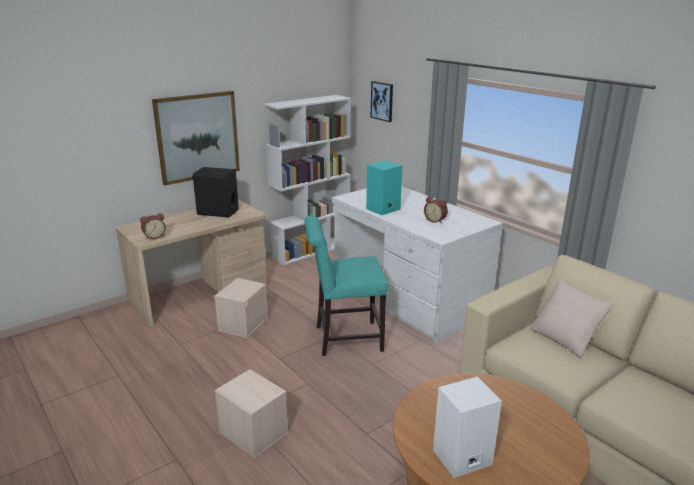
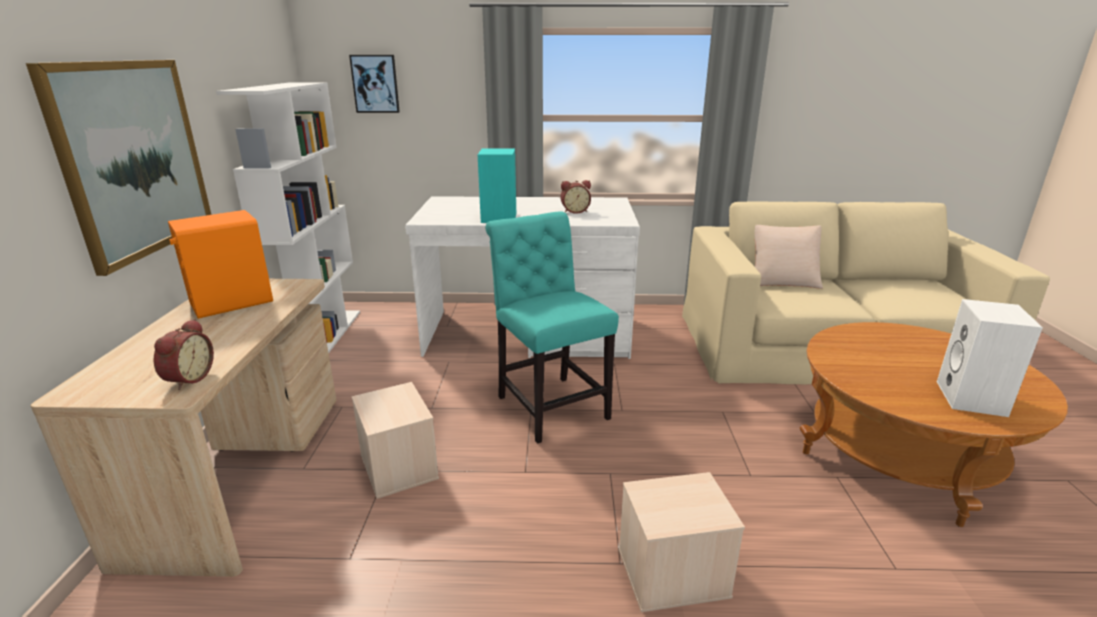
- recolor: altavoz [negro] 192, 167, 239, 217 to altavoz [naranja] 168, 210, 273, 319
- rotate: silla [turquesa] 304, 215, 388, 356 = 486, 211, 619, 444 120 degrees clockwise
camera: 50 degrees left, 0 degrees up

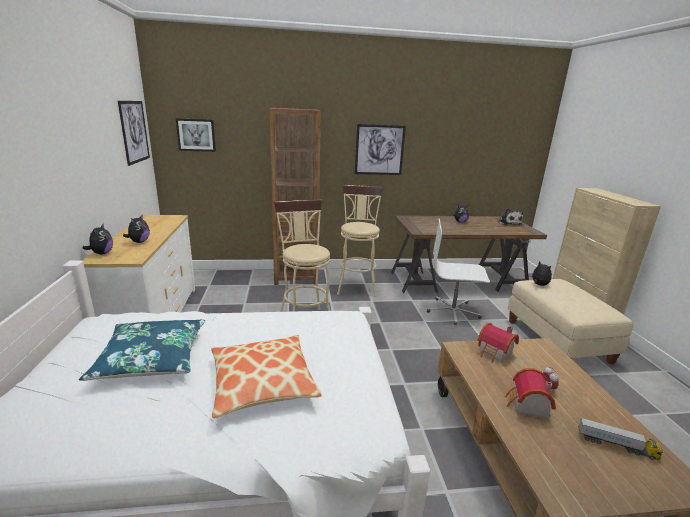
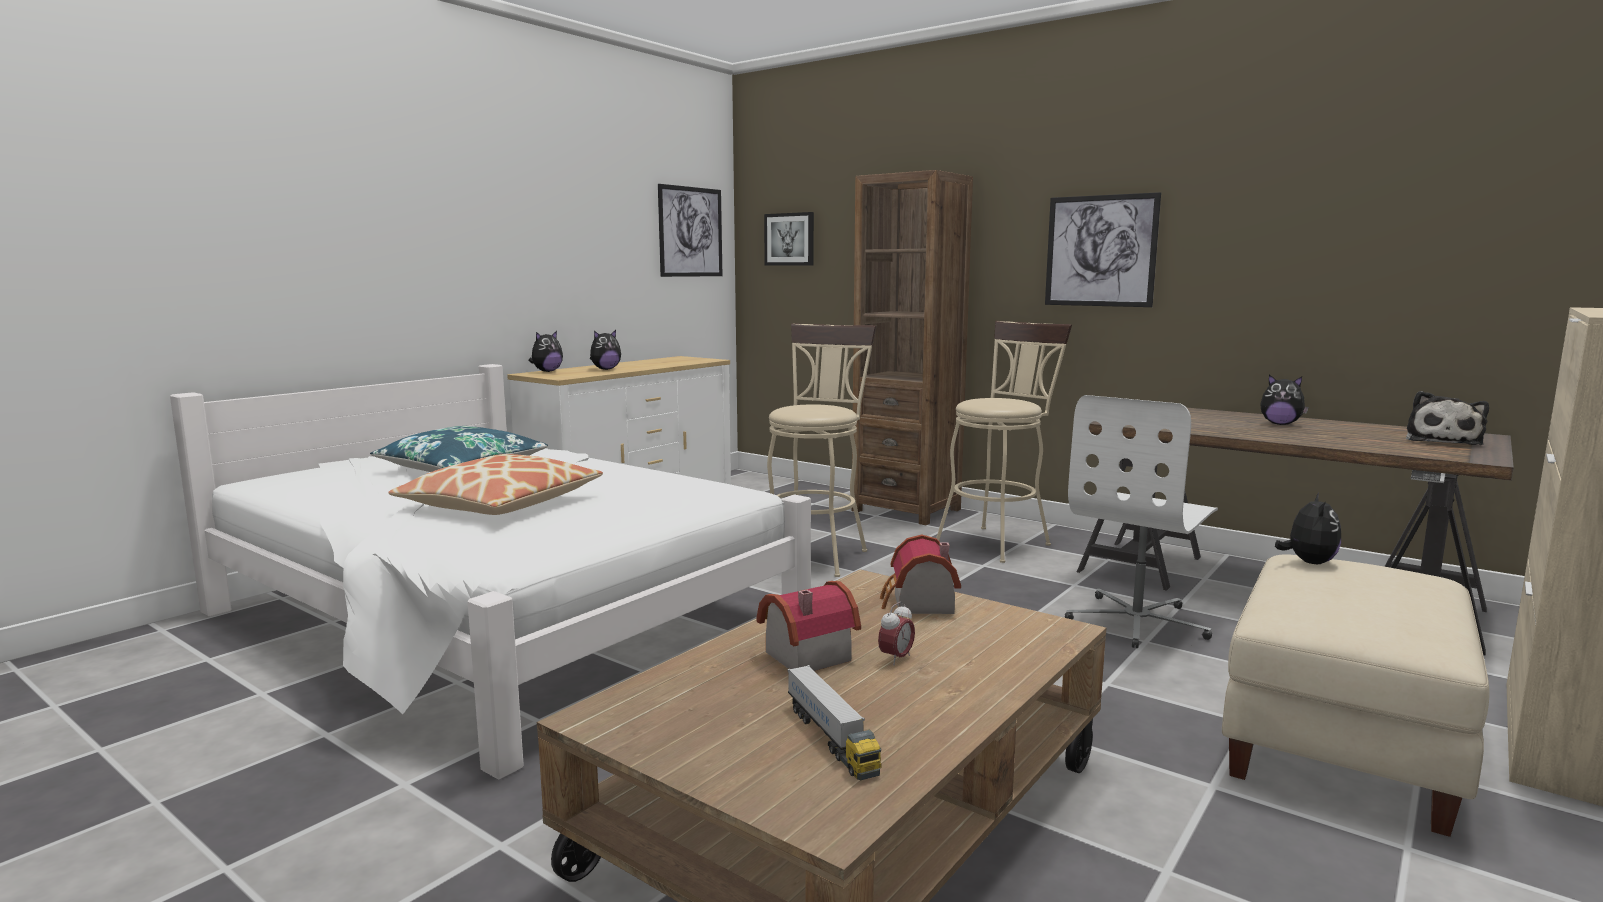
- rotate: silla de oficina [blanco] 427, 218, 490, 325 = 1065, 395, 1218, 648 105 degrees counterclockwise
camera: 45 degrees right, 10 degrees down

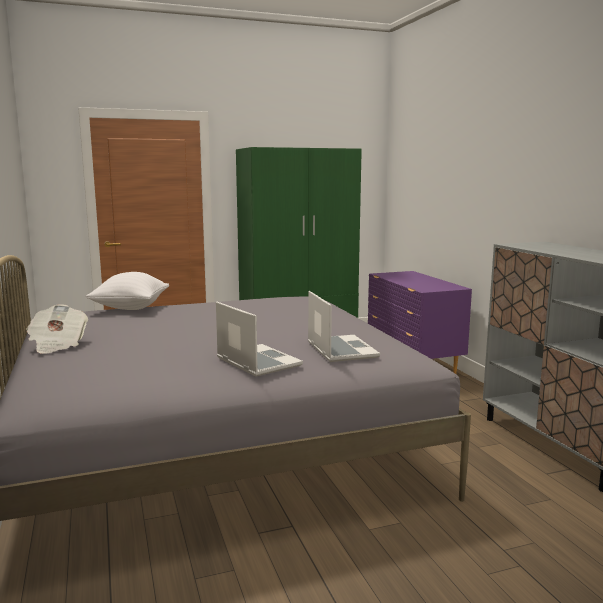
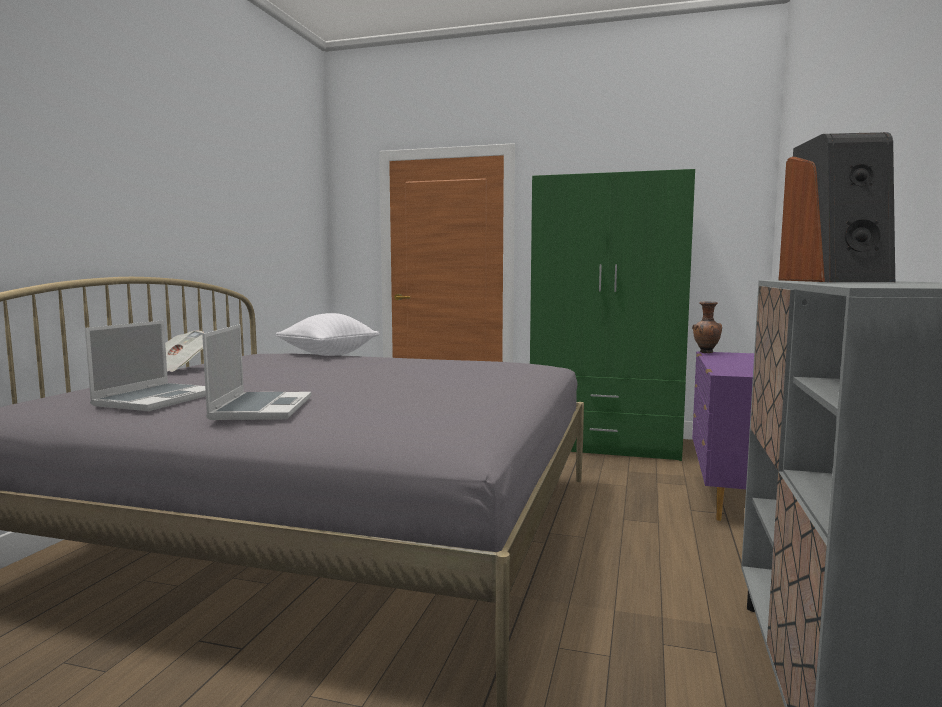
- move: portátil 308, 291, 380, 362 to 85, 320, 206, 411
- insert: florero [marrón] 692, 302, 722, 353
- insert: altavoz 778, 132, 895, 282
camera: 35 degrees right, 5 degrees down

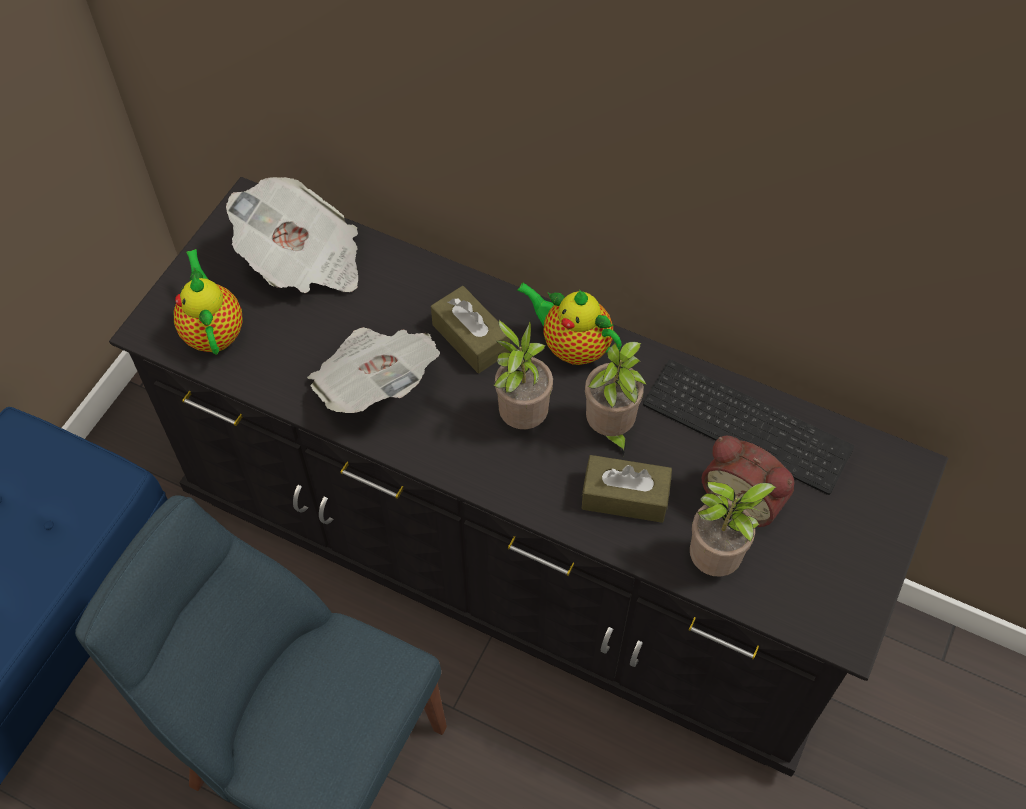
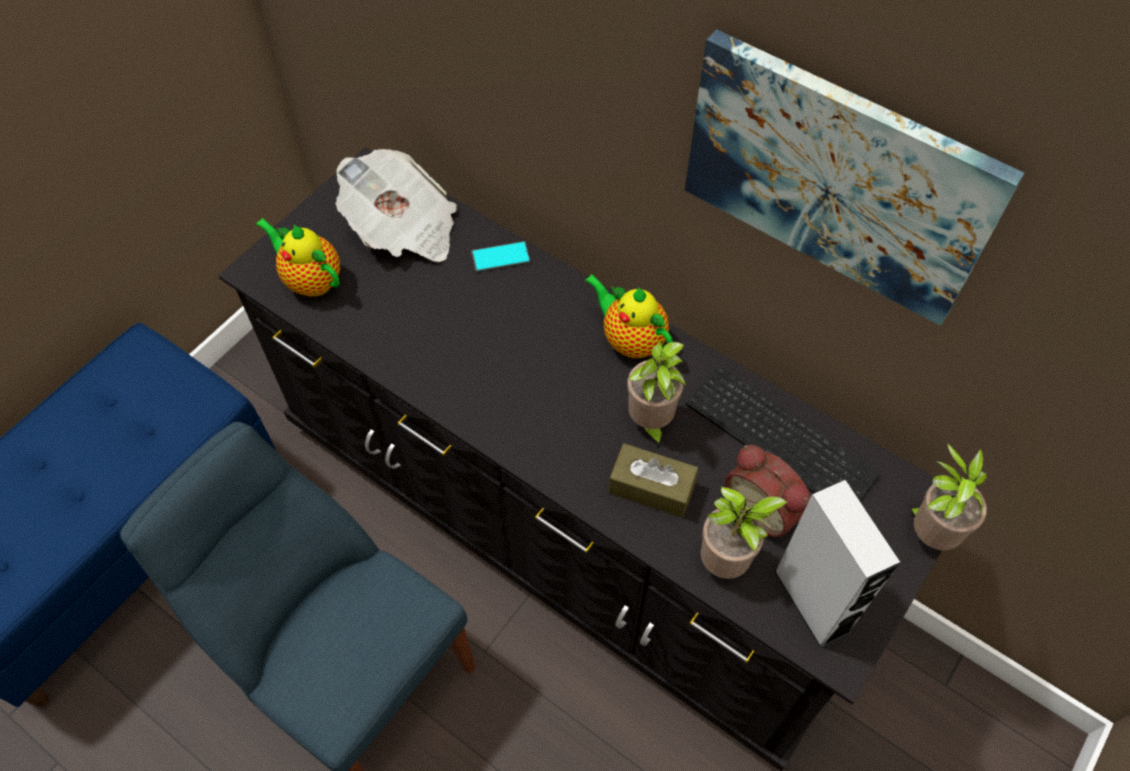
- rotate: tetera 174, 249, 243, 355 = 256, 218, 340, 297 45 degrees counterclockwise
- insert: móvil 471, 241, 530, 273
- insert: cuadro 685, 29, 1025, 326
- insert: altavoz [gris] 774, 480, 900, 648
- move: planta en maceta 494, 320, 553, 429 to 909, 443, 987, 550
- delete: periódico 307, 327, 440, 413
- delete: caja de pañuelos [marrón] 431, 286, 510, 373
camera: 10 degrees right, 0 degrees up

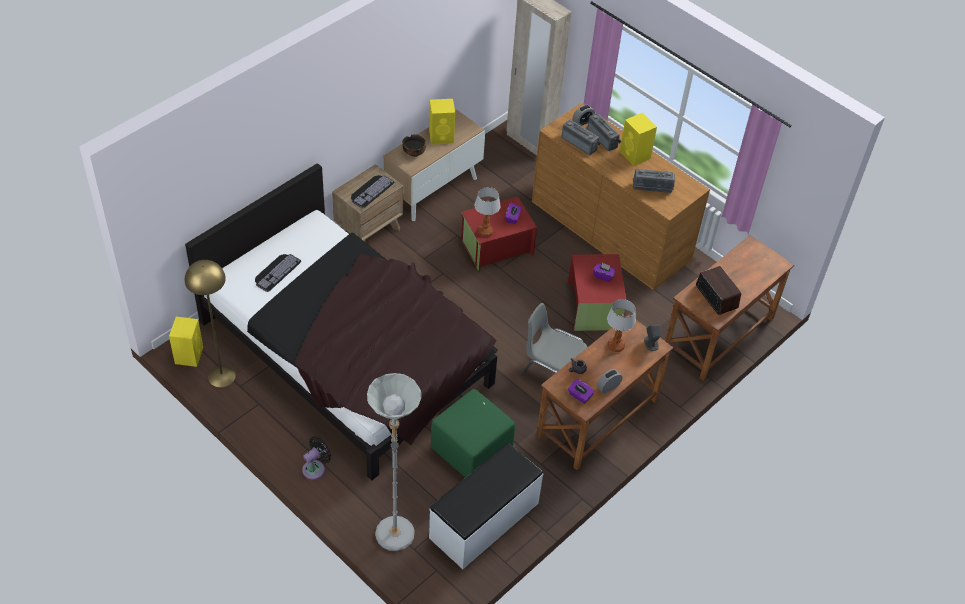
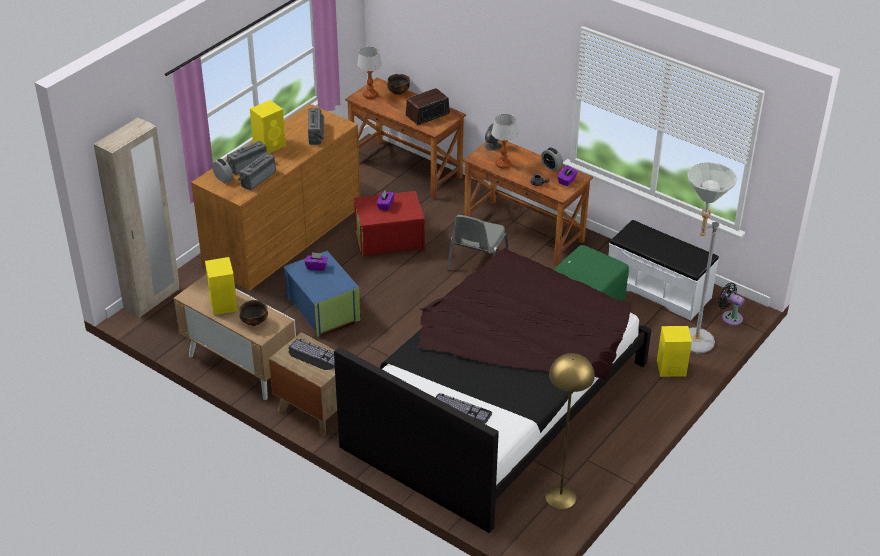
- recolor: caja de almacenaje [rojo] 461, 197, 537, 271 to caja de almacenaje [azul] 283, 250, 360, 337
- move: lámpara de mesa 475, 187, 501, 237 to 357, 47, 382, 99
- insert: cuenco 387, 74, 410, 95
- move: altavoz [amarillo] 169, 317, 203, 367 to 657, 326, 692, 377
- move: ventilador [negro] 302, 436, 331, 479 to 718, 283, 744, 326
camera: 95 degrees left, 10 degrees down

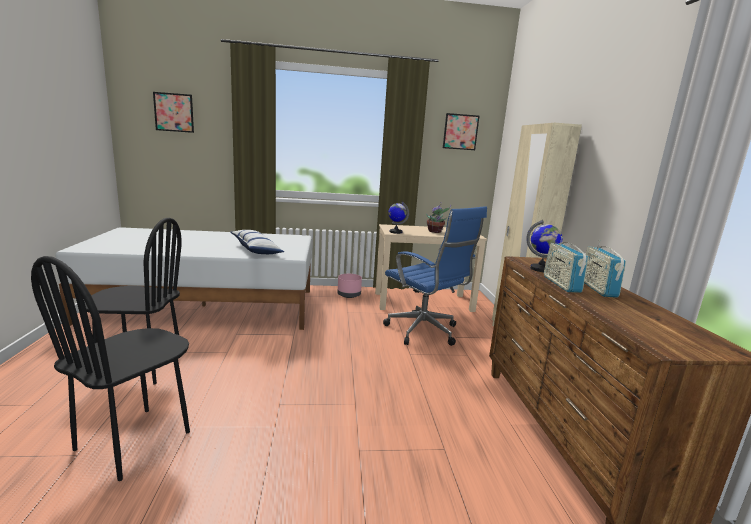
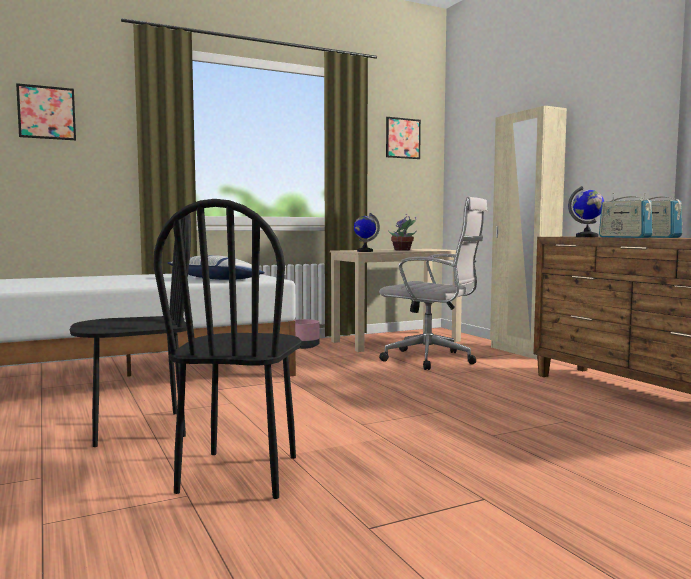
- recolor: silla de oficina [azul] 383, 206, 487, 346 to silla de oficina [blanco] 379, 197, 487, 370
camera: 20 degrees left, 10 degrees down

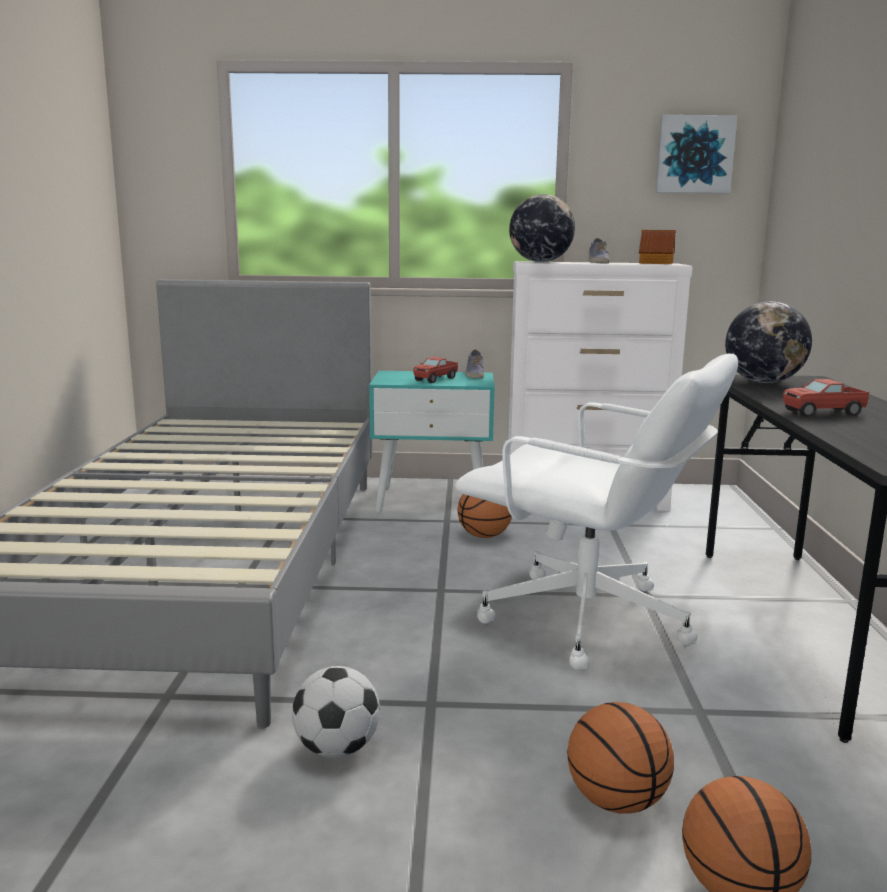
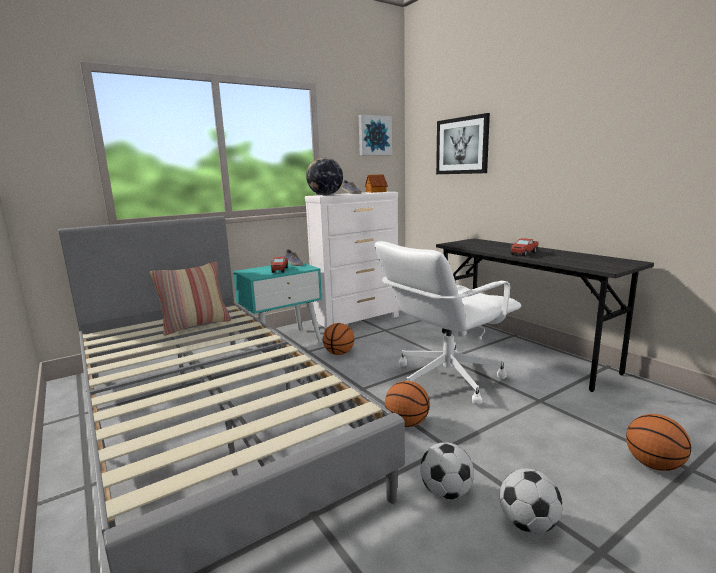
- insert: cojín 150, 262, 231, 336
- rotate: silla de oficina [blanco] 455, 354, 738, 670 = 375, 241, 521, 405 150 degrees clockwise
- move: balón de baloncesto 567, 702, 674, 814 to 385, 381, 430, 427
- insert: cuadro 436, 113, 490, 174
- insert: balón de fútbol 500, 469, 563, 534
- delete: globo terráqueo 725, 301, 812, 383
camera: 35 degrees left, 0 degrees up

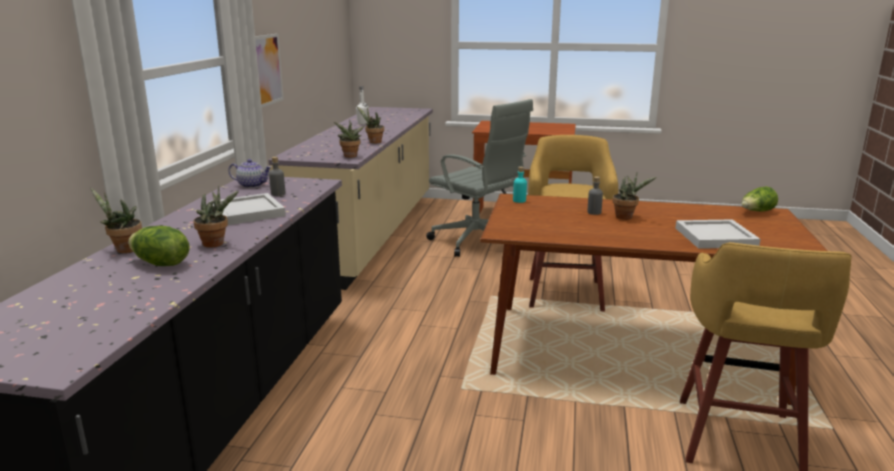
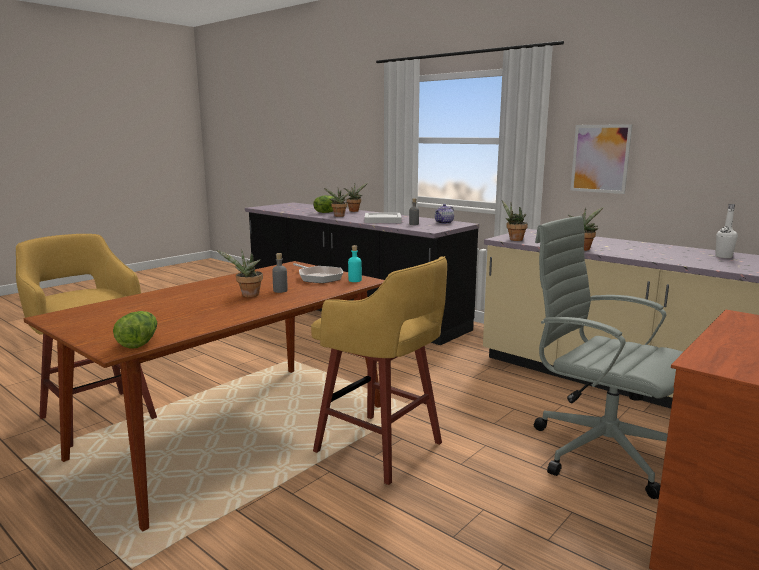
- insert: sartén 293, 263, 343, 283
- rotate: silla de oficina [gris] 426, 99, 533, 257 = 534, 216, 683, 499 60 degrees clockwise
- delete: bandeja [blanco] 675, 219, 760, 249
camera: 120 degrees right, 5 degrees down

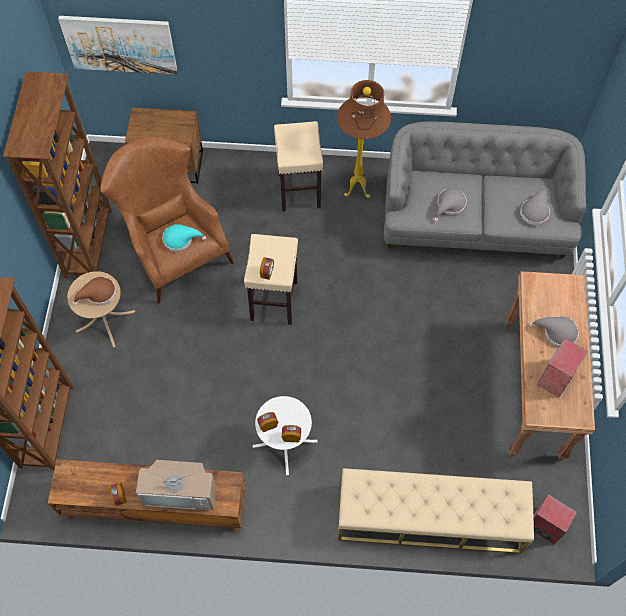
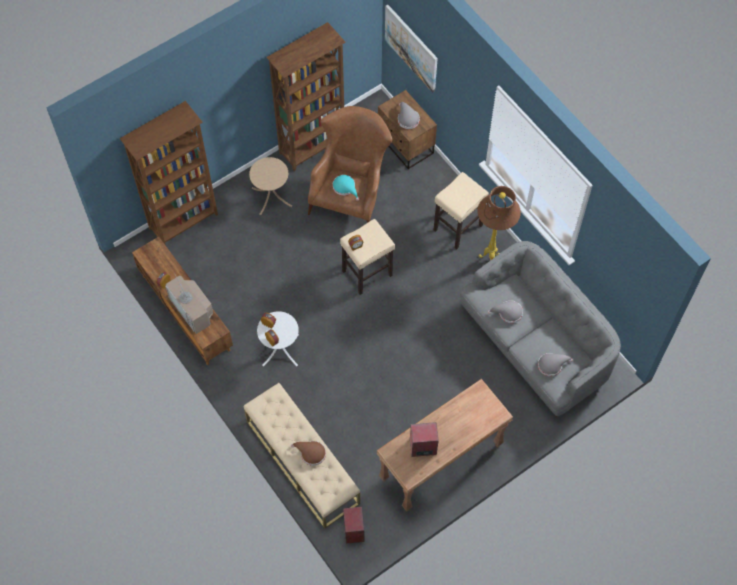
- move: sombrero [marrón] 73, 277, 116, 305 to 291, 441, 326, 466
- move: sombrero [gris] 529, 316, 579, 347 to 398, 102, 420, 129
camera: 50 degrees right, 0 degrees up

